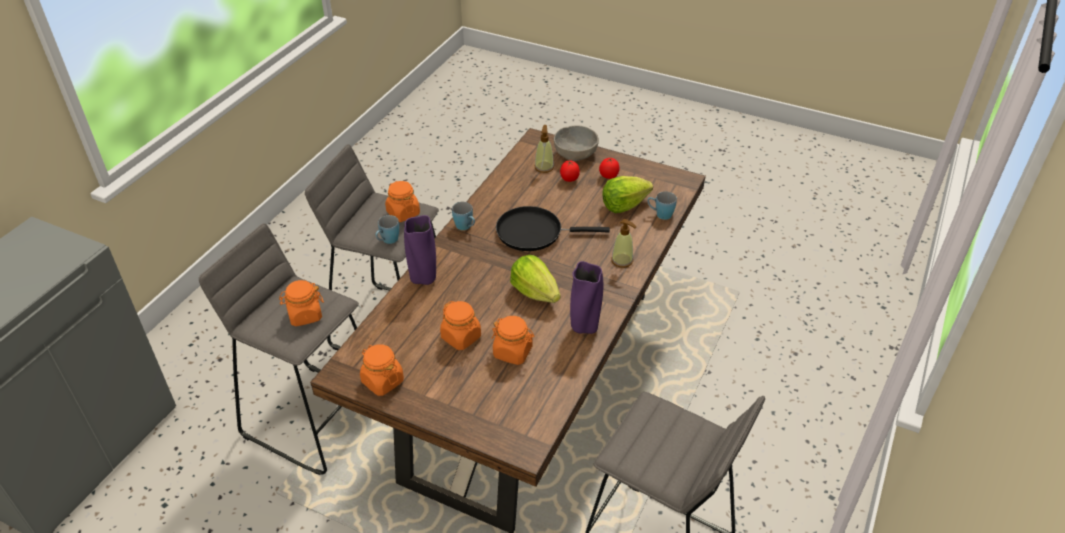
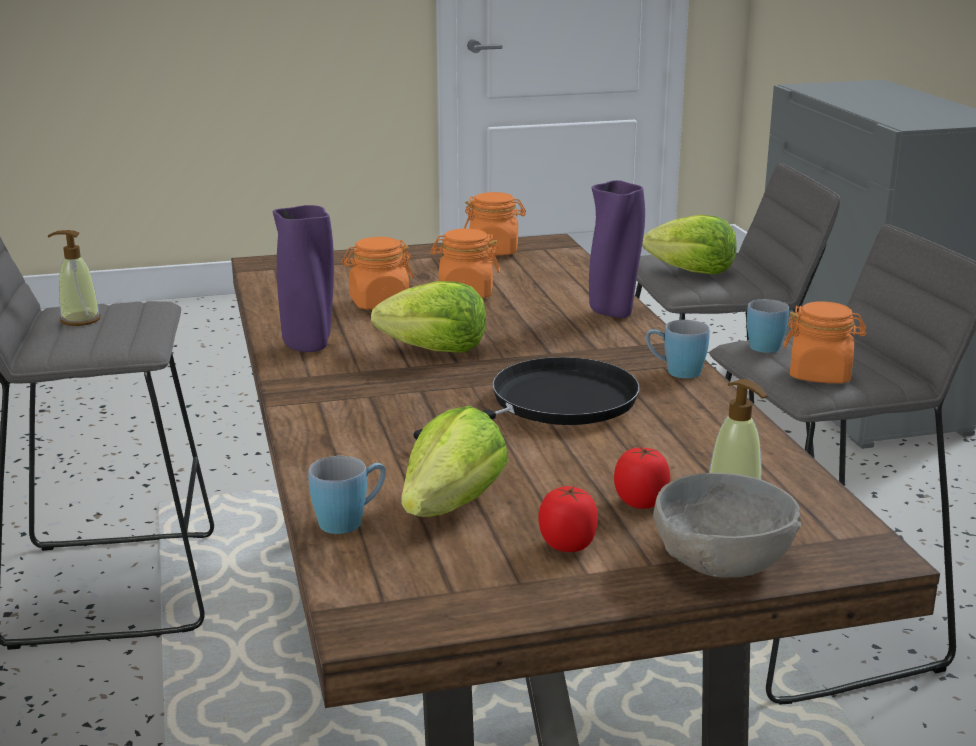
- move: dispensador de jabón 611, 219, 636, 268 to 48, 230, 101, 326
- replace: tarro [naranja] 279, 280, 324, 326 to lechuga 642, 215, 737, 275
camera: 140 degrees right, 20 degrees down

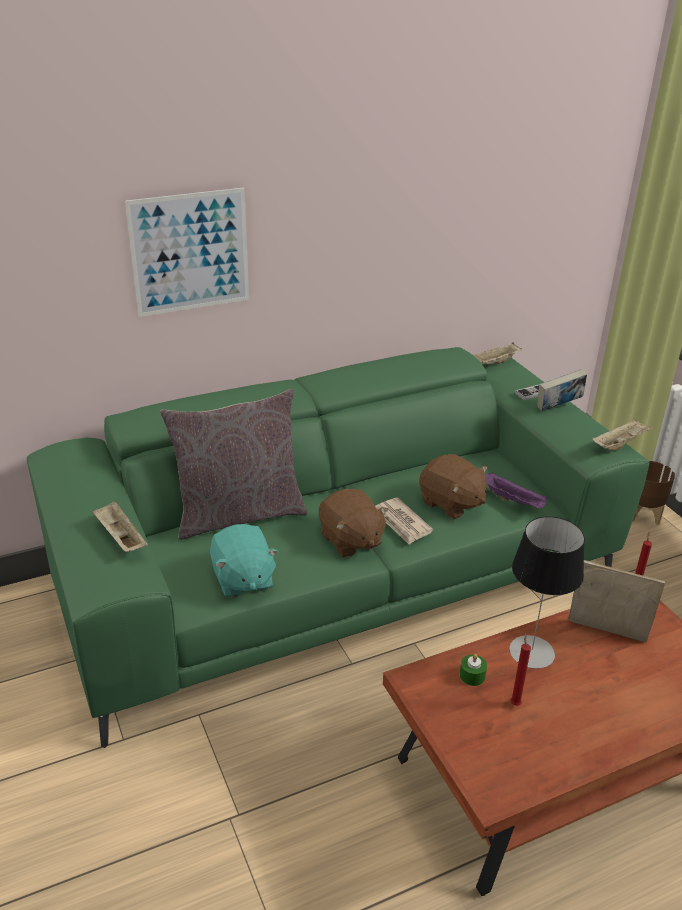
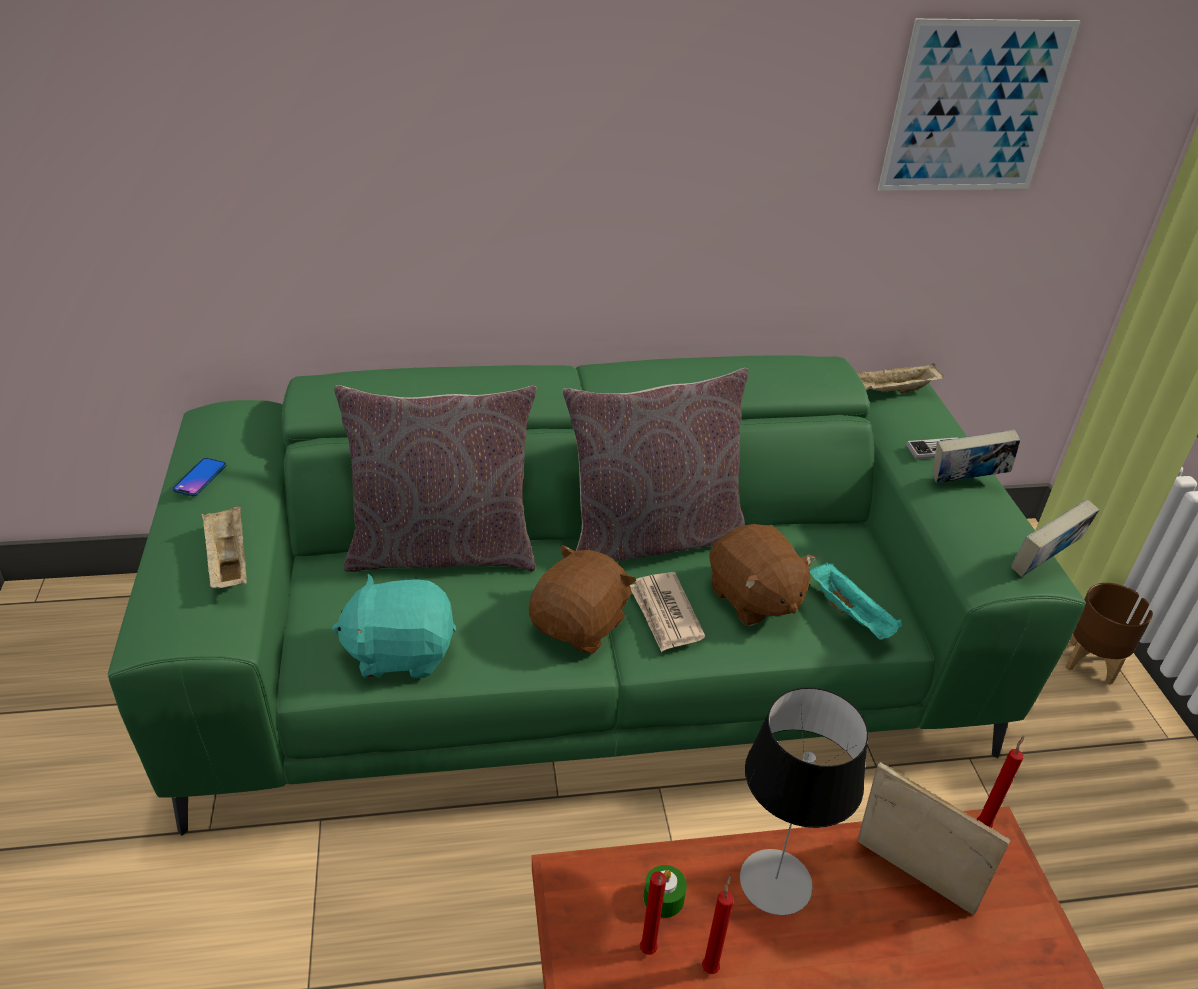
- insert: móvil 172, 458, 227, 496
- rotate: peluche [turquesa] 210, 524, 279, 598 = 332, 573, 456, 678 90 degrees clockwise
- rotate: peluche [marrón] 319, 489, 389, 558 = 529, 545, 636, 653 135 degrees counterclockwise
- insert: cojín [gris] 562, 368, 748, 562
- insert: vela [rojo] 640, 872, 666, 955
- recolor: bandeja [morado] 485, 473, 548, 509 to bandeja [turquesa] 810, 562, 902, 640
- move: cuadro 125, 188, 249, 317 to 878, 19, 1081, 191
- replace: bandeja [beis] 592, 418, 654, 451 to libro 1011, 499, 1099, 577
camera: 15 degrees right, 5 degrees up

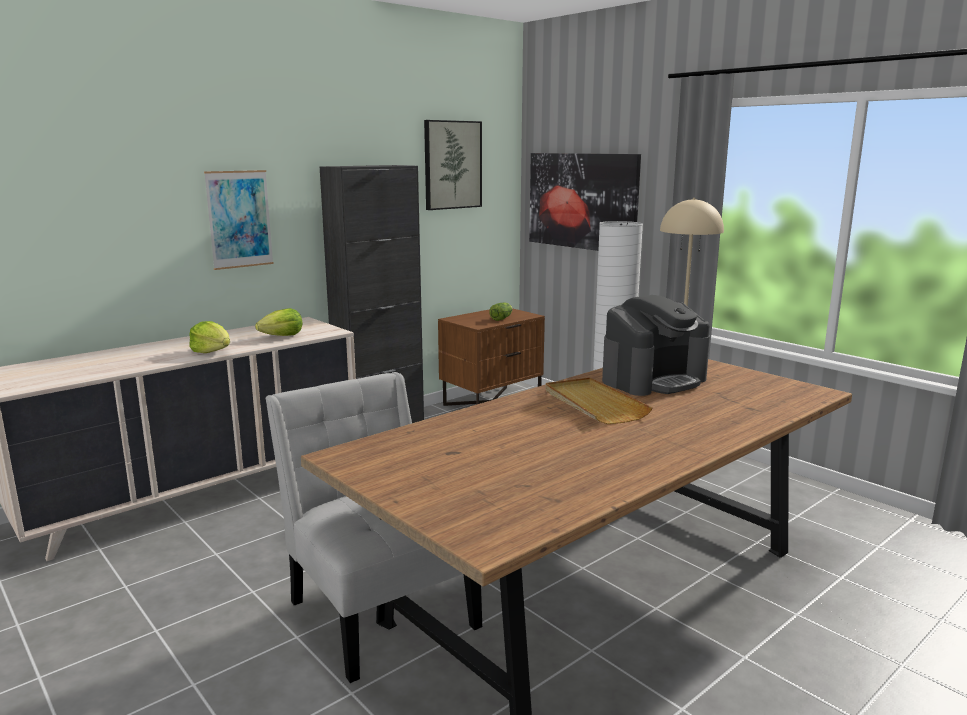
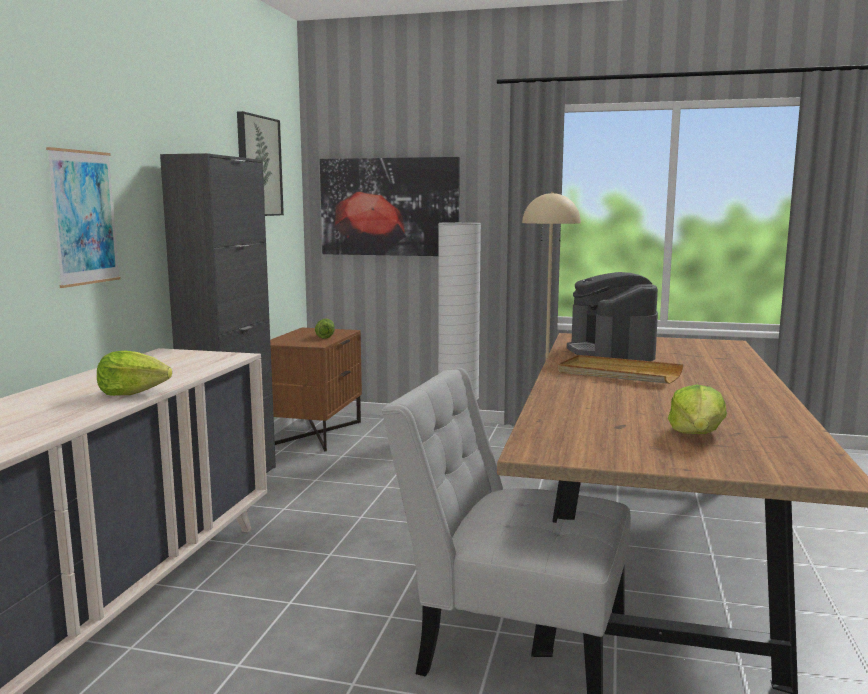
- rotate: cafetera 602, 295, 710, 396 = 567, 272, 658, 361 150 degrees clockwise
- move: lechuga 255, 308, 302, 336 to 668, 384, 727, 434
camera: 35 degrees left, 5 degrees down

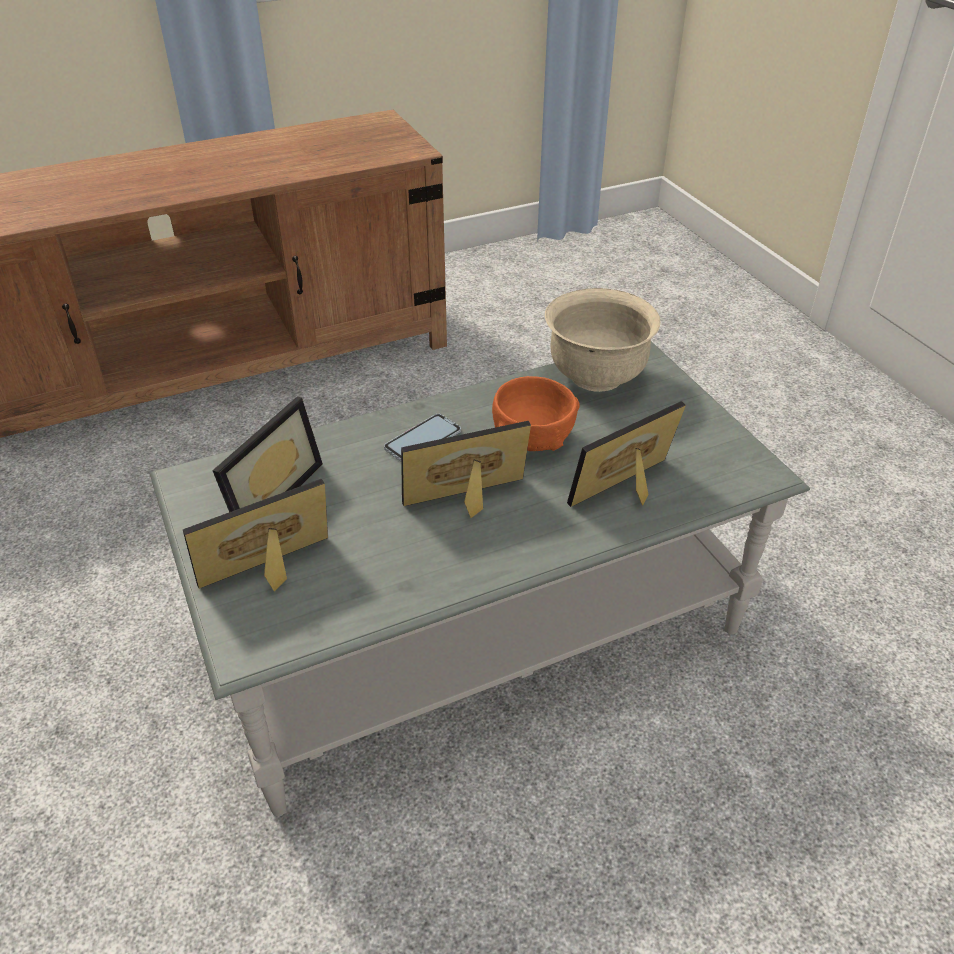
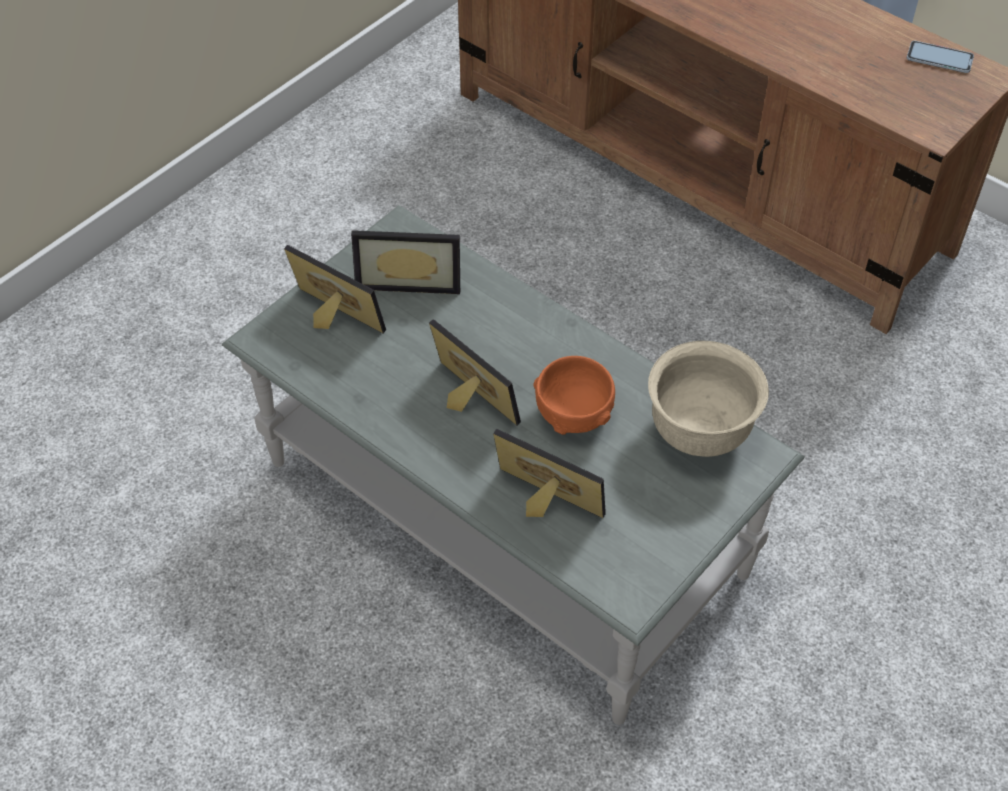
- move: móvil 384, 414, 461, 461 to 907, 41, 974, 73
camera: 65 degrees right, 10 degrees up

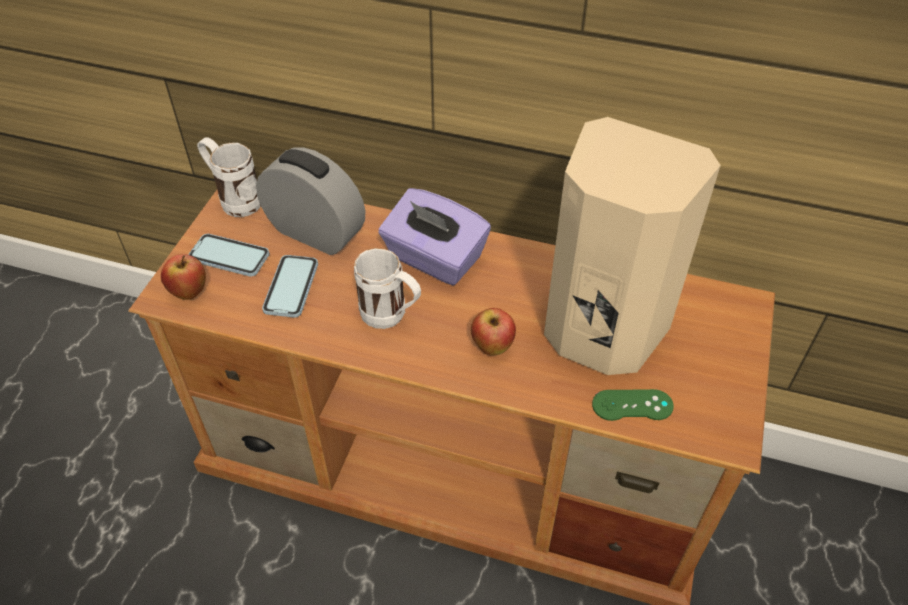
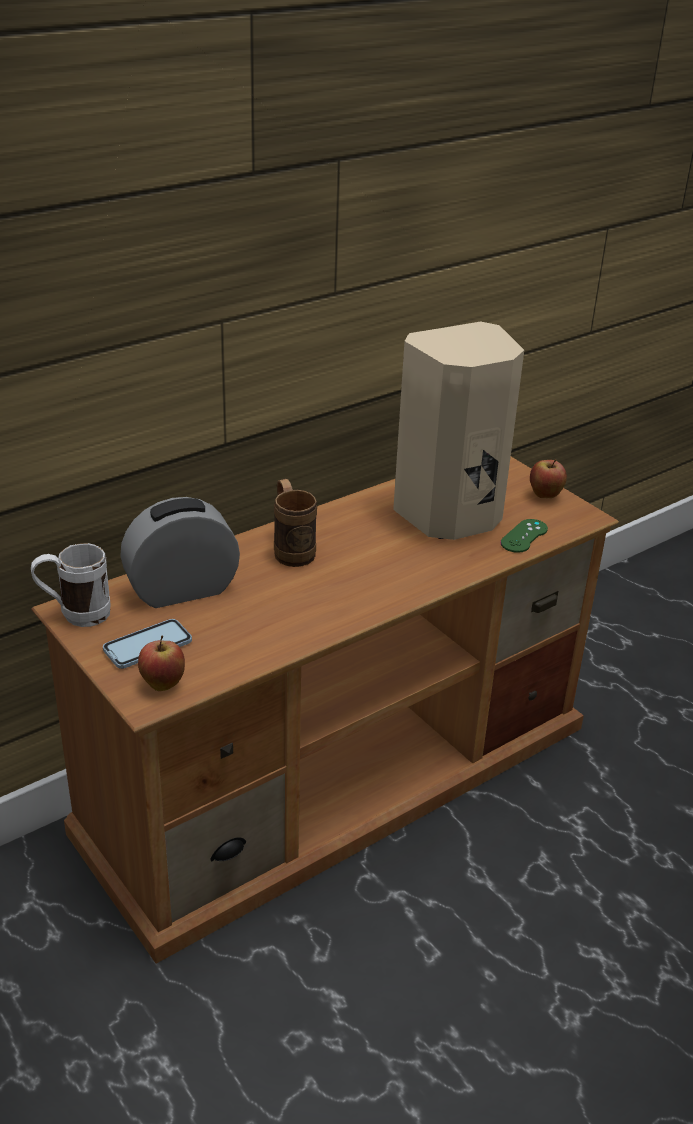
- replace: caja de pañuelos [morado] 378, 188, 491, 285 to taza grande [marrón] 274, 479, 317, 567
- move: manzana 471, 308, 516, 355 to 530, 459, 567, 498
- delete: móvil 262, 255, 318, 318
- delete: taza grande [blanco] 354, 248, 421, 329
camera: 55 degrees left, 15 degrees down

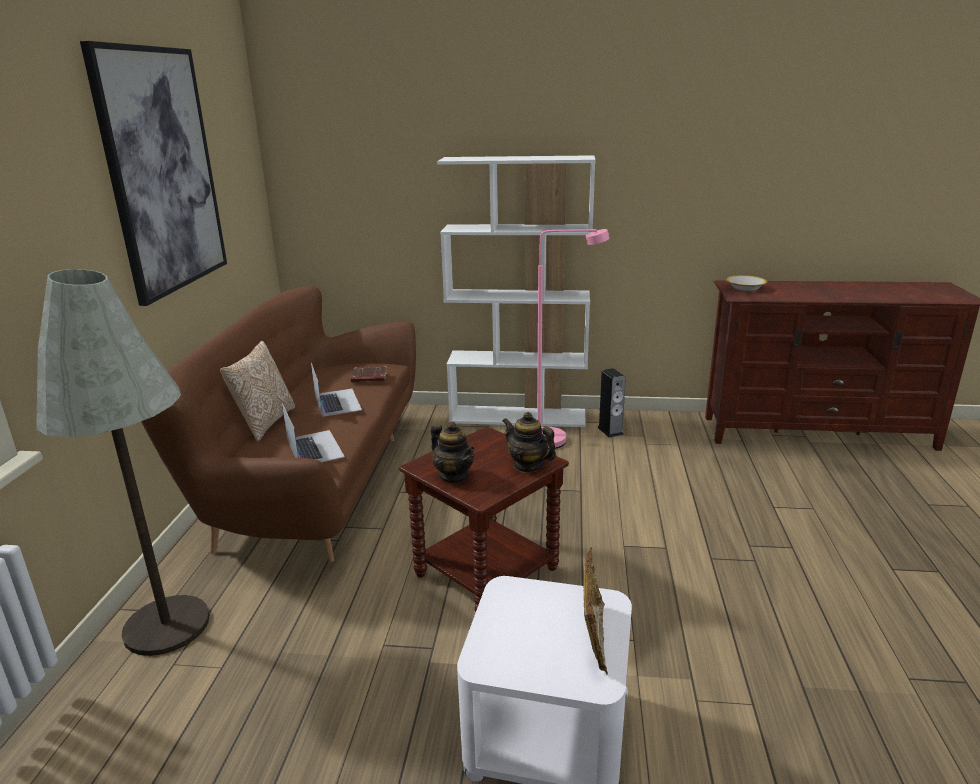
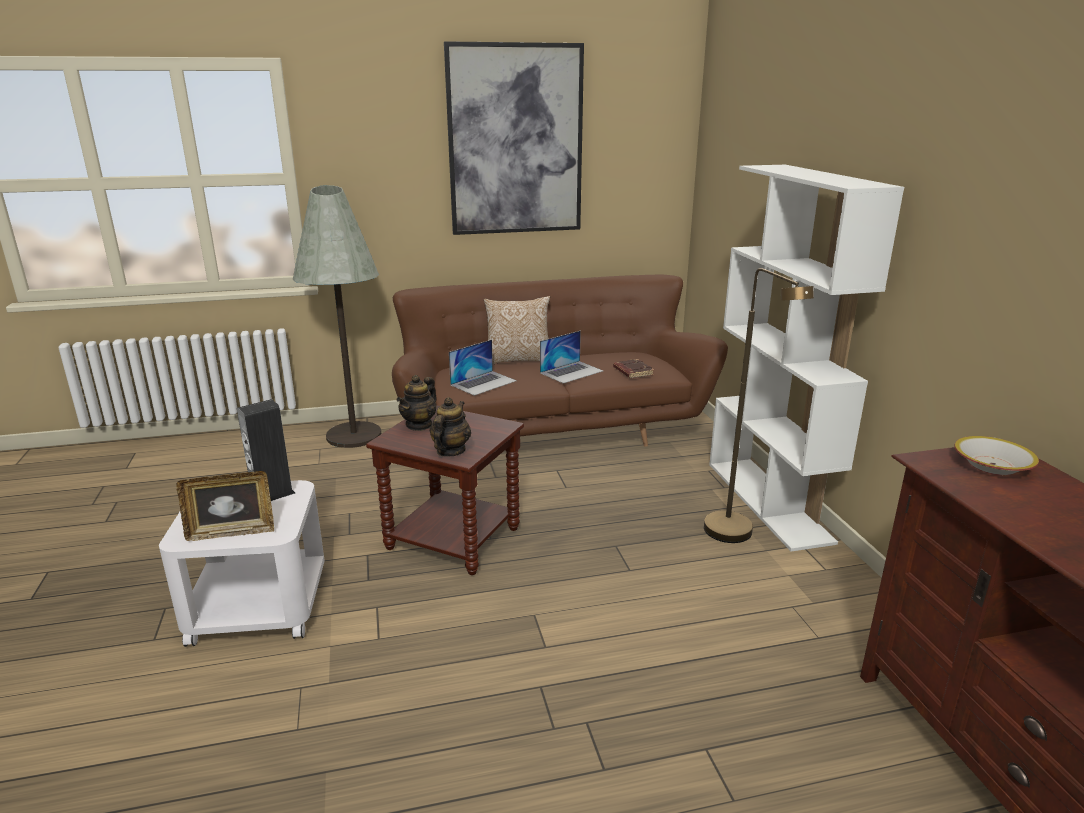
- move: altavoz 597, 368, 626, 438 to 237, 399, 295, 501
- recolor: lámpara de pie [rosa] 537, 229, 609, 449 to lámpara de pie [marrón] 704, 268, 814, 543
camera: 70 degrees right, 0 degrees up

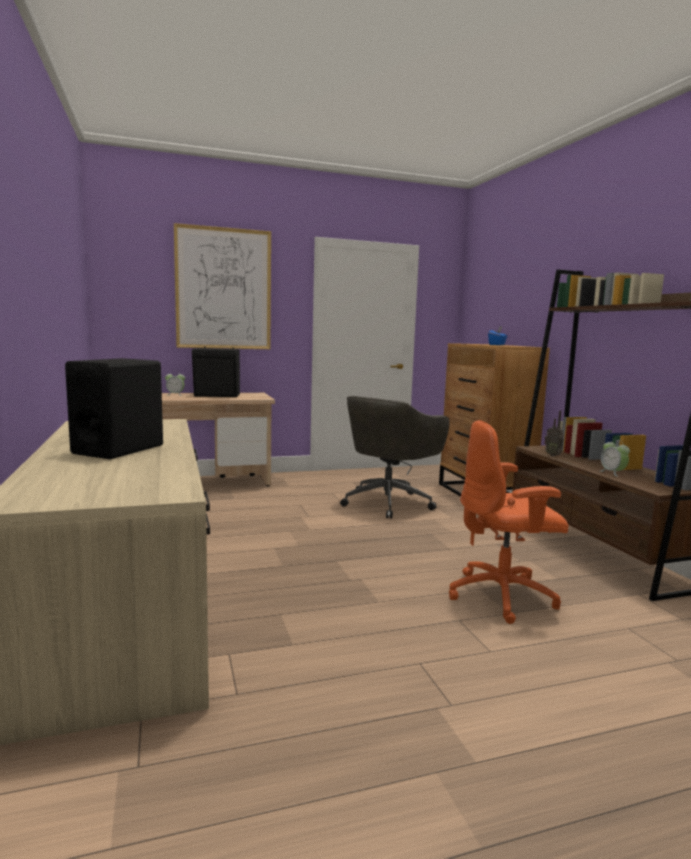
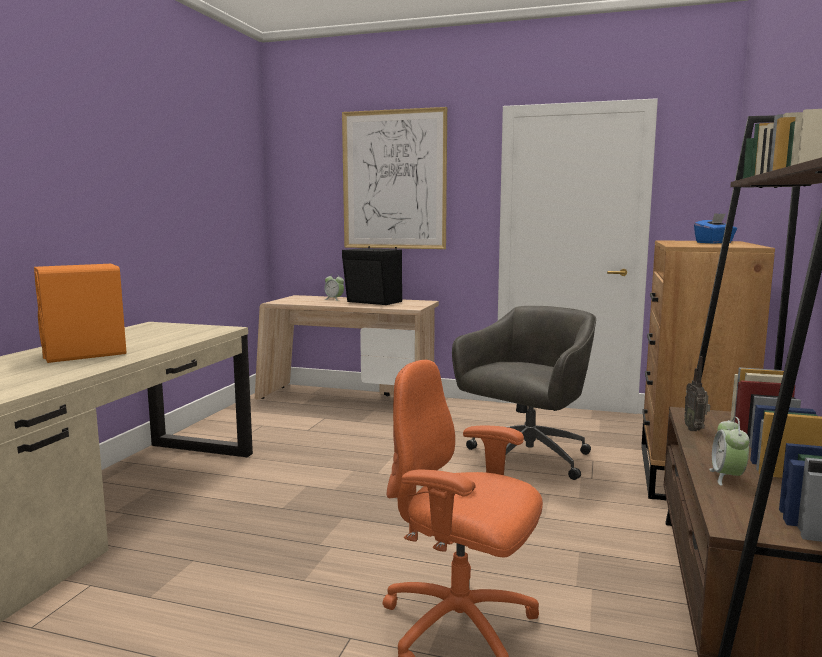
- recolor: altavoz [negro] 65, 358, 163, 459 to altavoz [naranja] 34, 264, 126, 363
- rotate: silla de oficina [gris] 340, 396, 450, 519 = 452, 306, 596, 480 150 degrees clockwise
camera: 35 degrees right, 0 degrees up

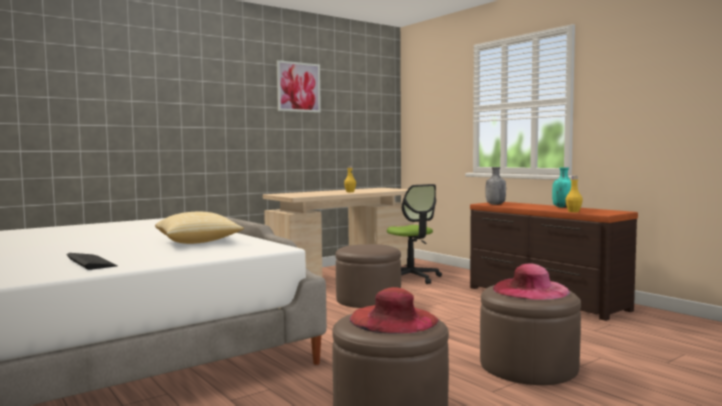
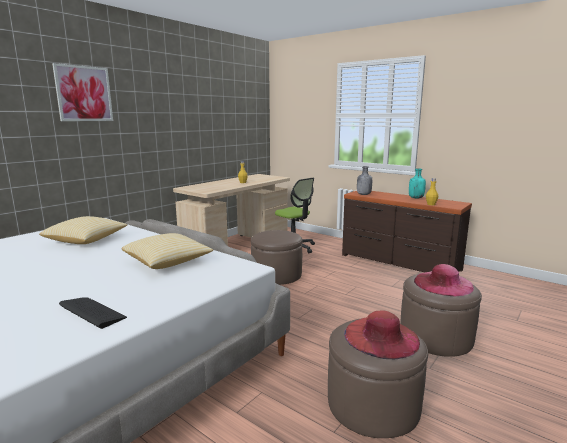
- insert: cojín 39, 216, 128, 244
- move: cuadro 277, 60, 321, 113 to 52, 63, 113, 121
camera: 15 degrees left, 10 degrees up

